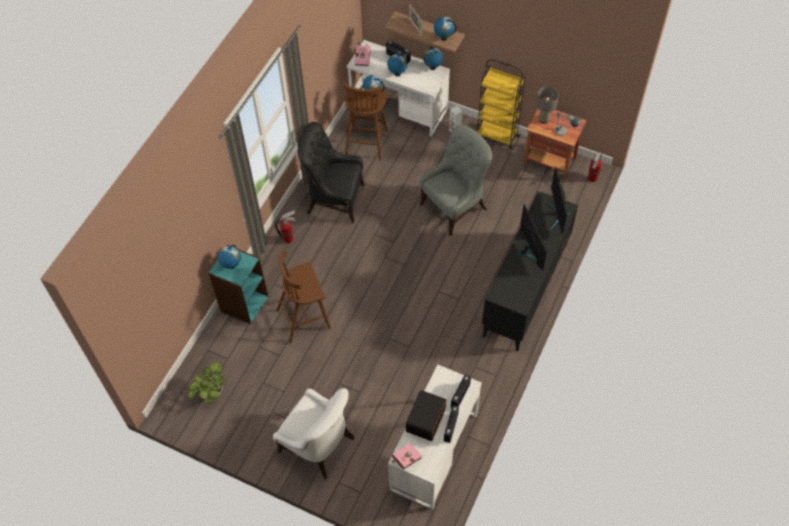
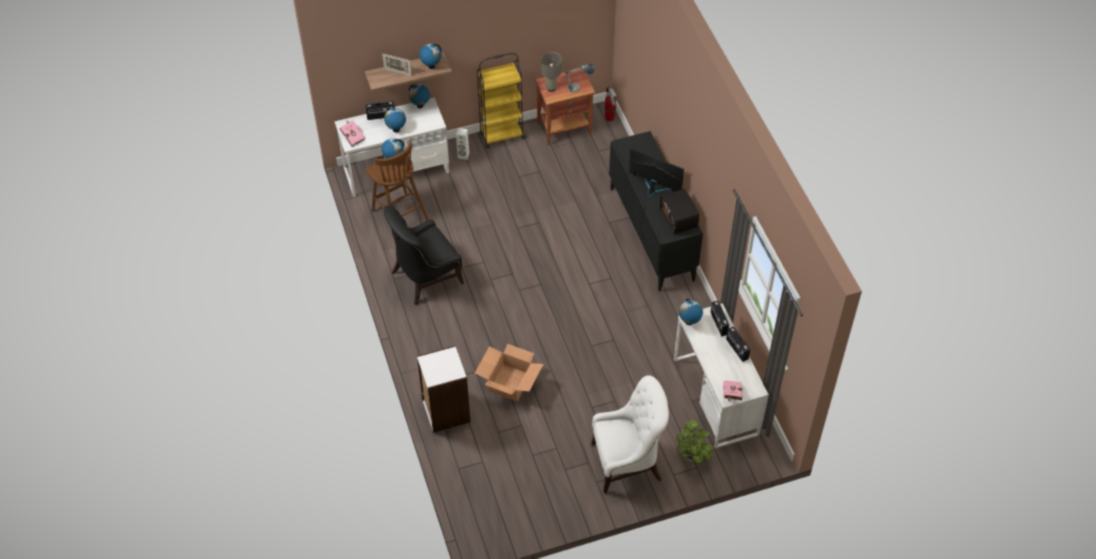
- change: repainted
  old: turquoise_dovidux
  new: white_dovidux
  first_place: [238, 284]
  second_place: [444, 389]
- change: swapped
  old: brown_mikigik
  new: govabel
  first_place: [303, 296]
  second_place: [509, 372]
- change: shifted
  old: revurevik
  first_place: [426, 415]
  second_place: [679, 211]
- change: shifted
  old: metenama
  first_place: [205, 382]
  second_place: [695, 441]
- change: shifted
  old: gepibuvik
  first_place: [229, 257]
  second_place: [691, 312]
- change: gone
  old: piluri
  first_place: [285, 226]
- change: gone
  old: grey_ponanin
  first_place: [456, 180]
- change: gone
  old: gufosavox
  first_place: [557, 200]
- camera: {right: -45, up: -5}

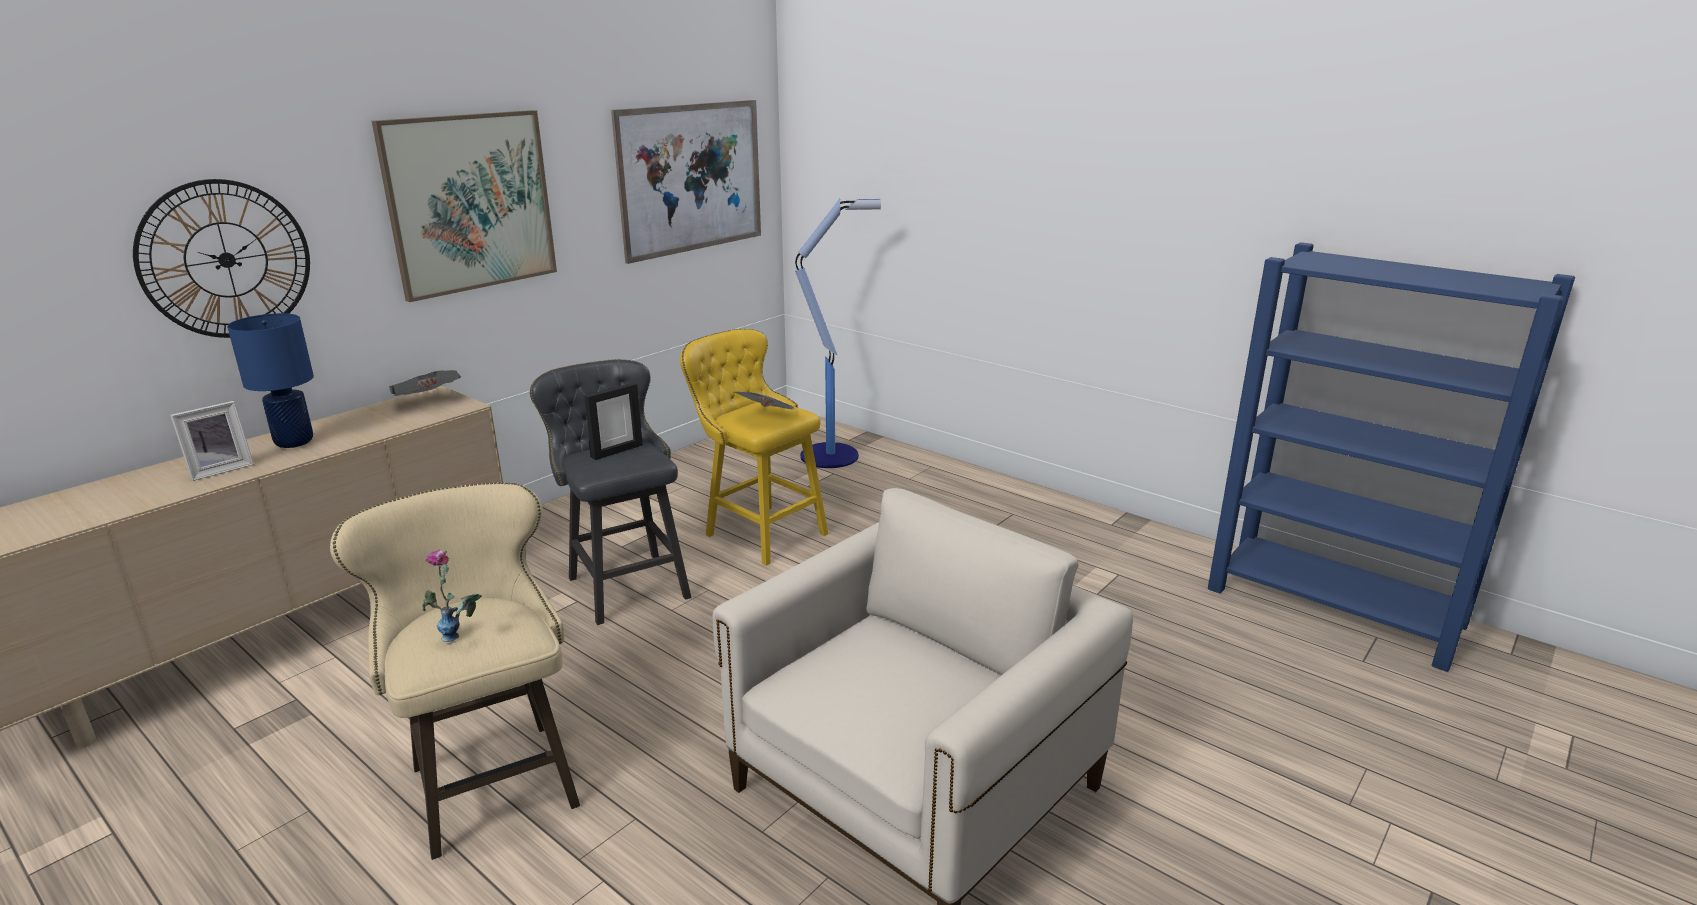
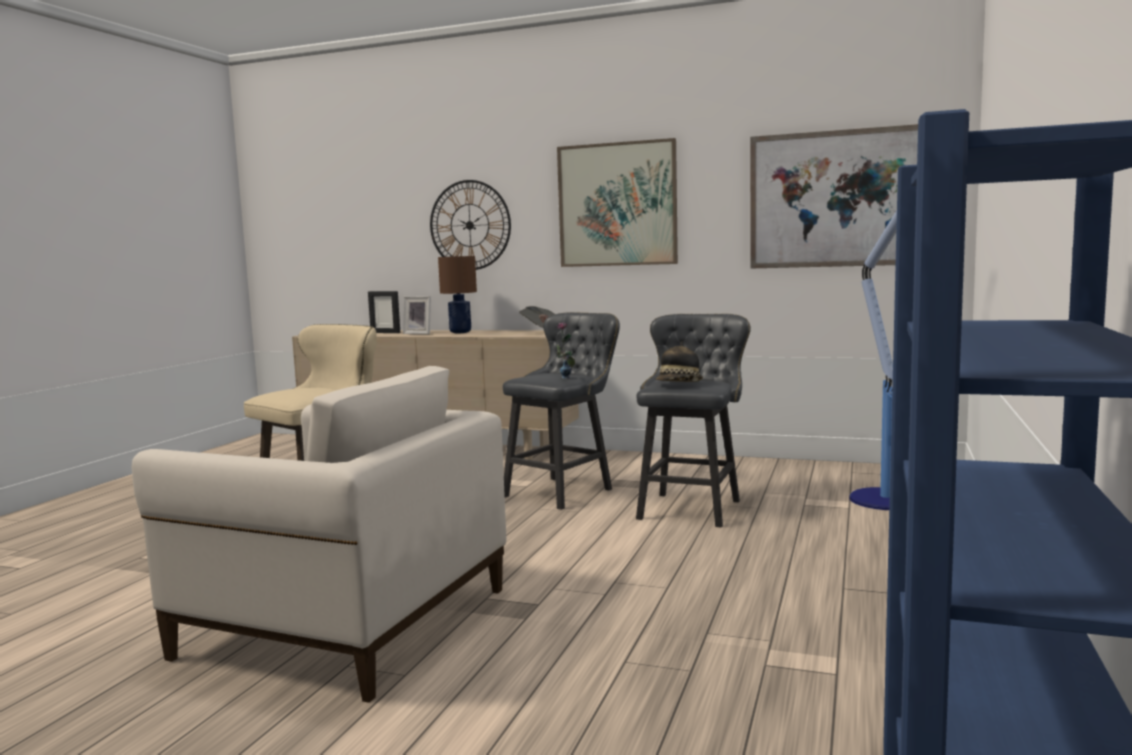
- change: shifted
  old: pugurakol
  first_place: [613, 421]
  second_place: [384, 312]
- change: repainted
  old: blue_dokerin
  new: brown_dokerin
  first_place: [270, 380]
  second_place: [457, 294]
- change: shifted
  old: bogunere
  first_place: [452, 596]
  second_place: [565, 351]
- change: repainted
  old: yellow_mikigik
  new: grey_mikigik
  first_place: [754, 447]
  second_place: [693, 421]
- change: swapped
  old: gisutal
  new: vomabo
  first_place: [764, 400]
  second_place: [679, 361]
- camera: {right: 70, up: -15}

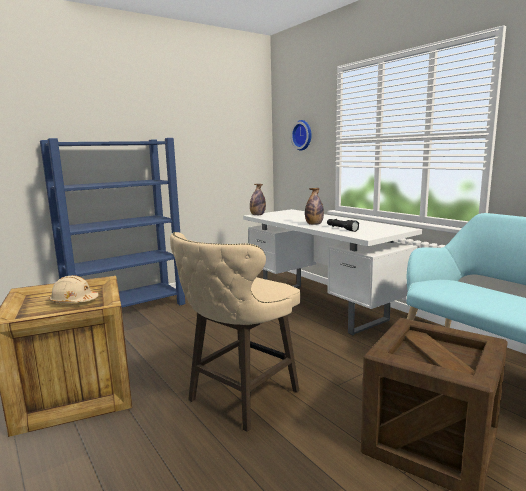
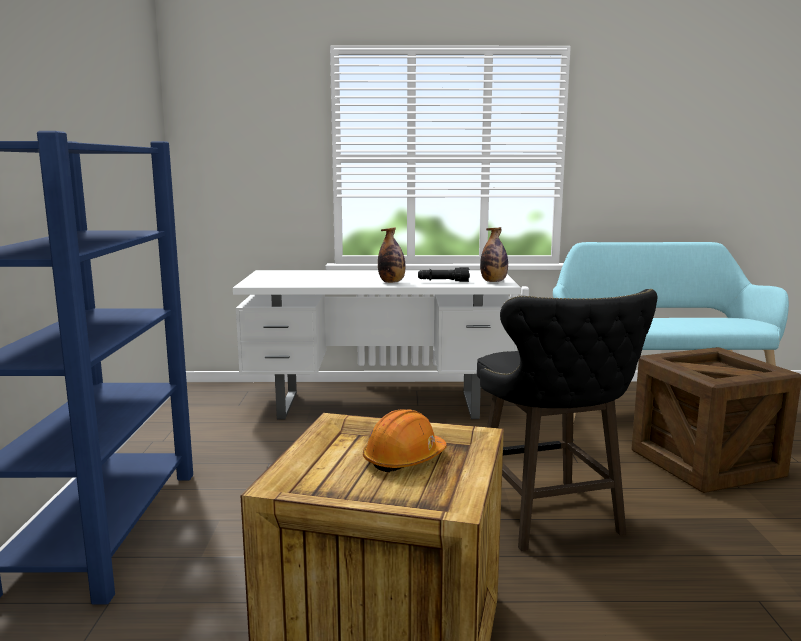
- change: repainted
  old: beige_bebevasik
  new: orange_bebevasik
  first_place: [74, 289]
  second_place: [405, 440]
- change: repainted
  old: beige_mikigik
  new: black_mikigik
  first_place: [235, 332]
  second_place: [567, 420]
- change: shifted
  old: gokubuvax
  first_place: [258, 199]
  second_place: [494, 254]
- change: gone
  old: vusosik
  first_place: [301, 135]
- camera: {right: -55, up: 0}

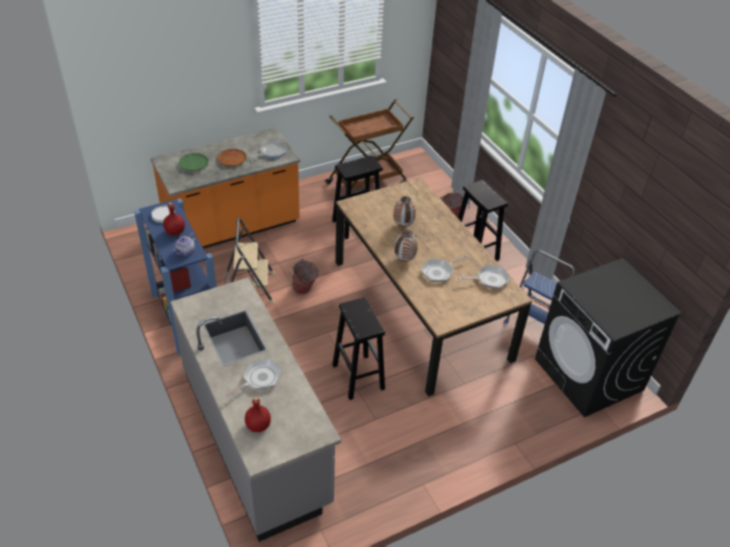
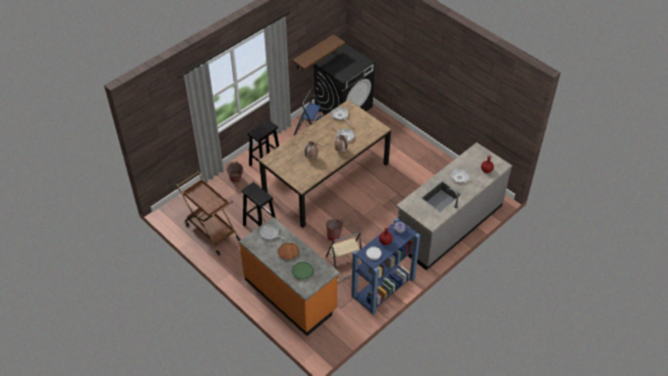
- change: new
  new: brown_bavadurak
  second_place: [319, 52]
- change: gone
  old: black_mikigik
  first_place: [358, 348]
- camera: {right: -105, up: 5}

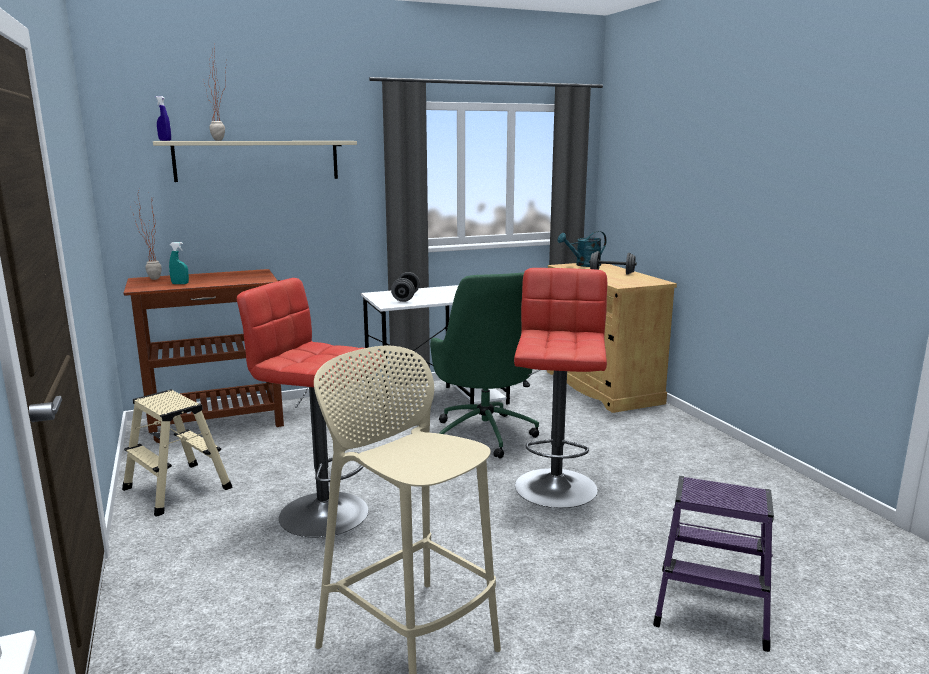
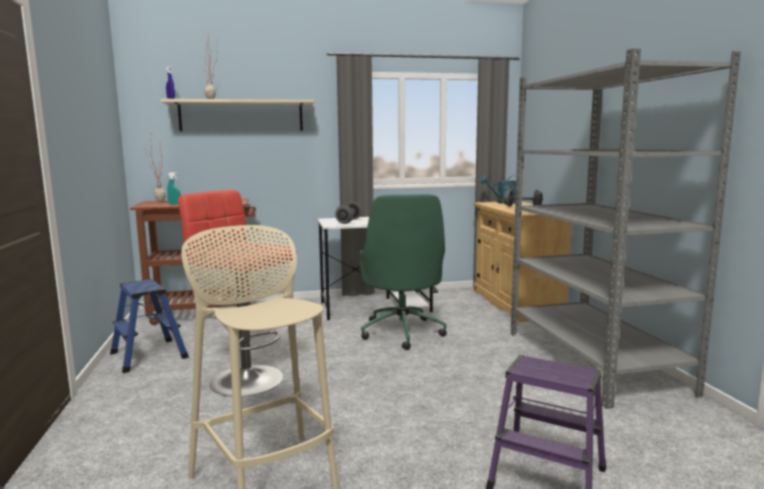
- change: repainted
  old: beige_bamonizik
  new: blue_bamonizik
  first_place: [177, 453]
  second_place: [149, 326]
- change: new
  new: grey_dovidux
  second_place: [626, 229]
- change: gone
  old: red_mikigik
  first_place: [560, 388]
- camera: {right: 10, up: -5}

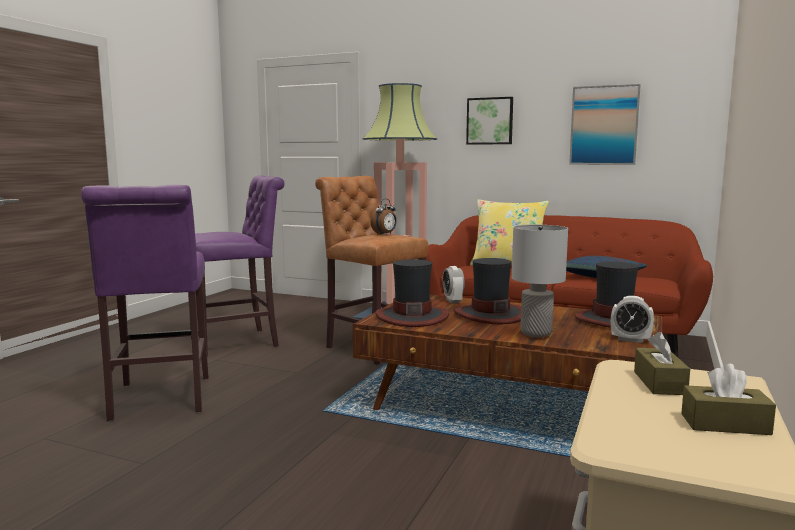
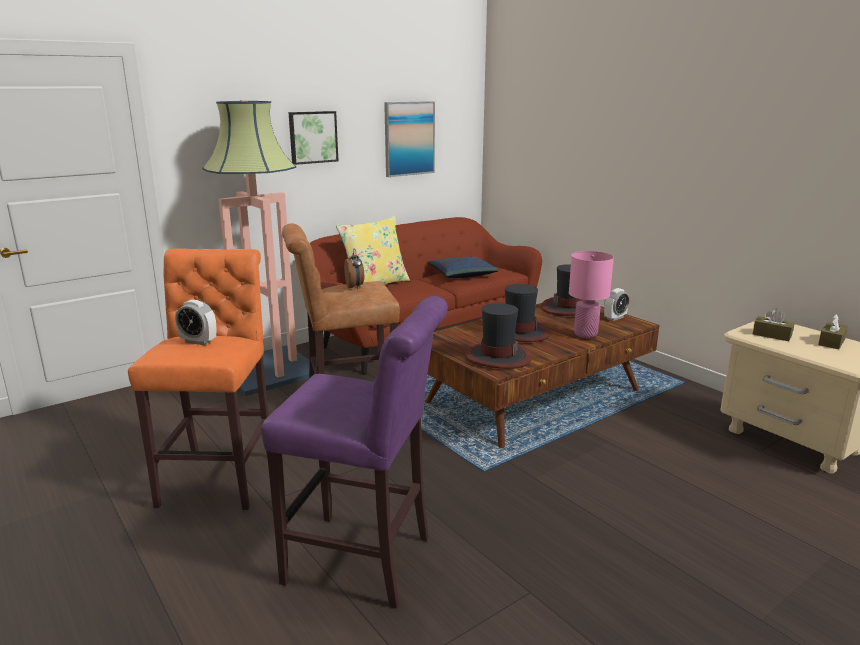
- change: repainted
  old: purple_mikigik
  new: orange_mikigik
  first_place: [236, 266]
  second_place: [198, 379]
- change: shifted
  old: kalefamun
  first_place: [454, 284]
  second_place: [195, 322]
- change: repainted
  old: grey_dokerin
  new: pink_dokerin
  first_place: [540, 281]
  second_place: [591, 294]
- camera: {right: -60, up: 10}

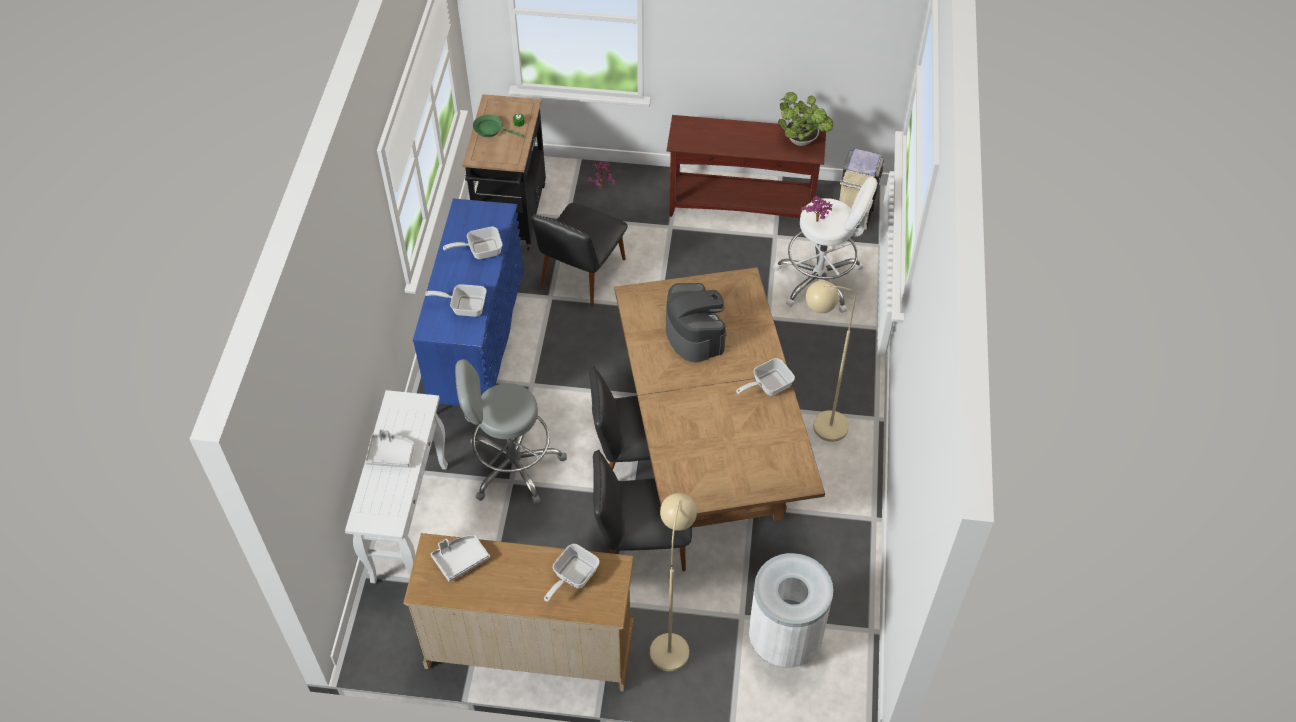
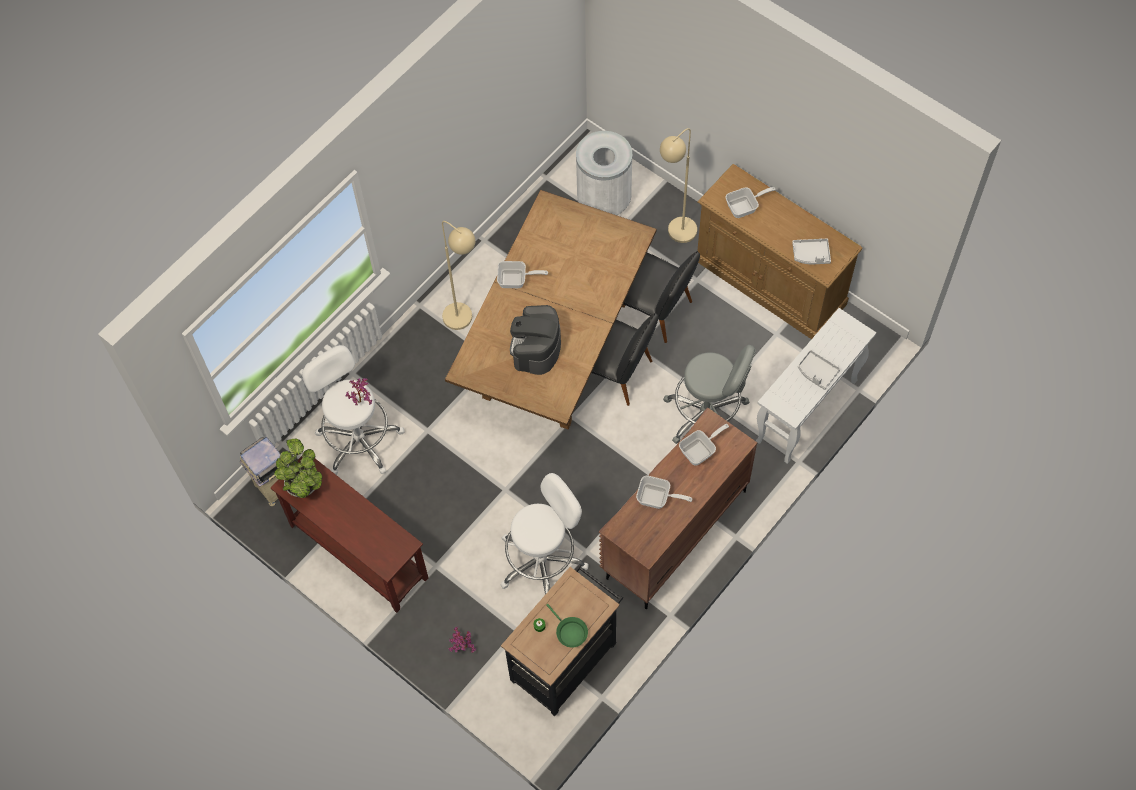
- change: swapped
  old: black_ponanin
  new: white_mikigik
  first_place: [579, 254]
  second_place: [544, 534]
- change: repainted
  old: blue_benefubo
  new: brown_benefubo
  first_place: [468, 302]
  second_place: [678, 508]
- change: rotated
  old: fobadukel
  first_place: [455, 300]
  second_place: [704, 445]
  degrees: -75
- camera: {right: -145, up: 10}

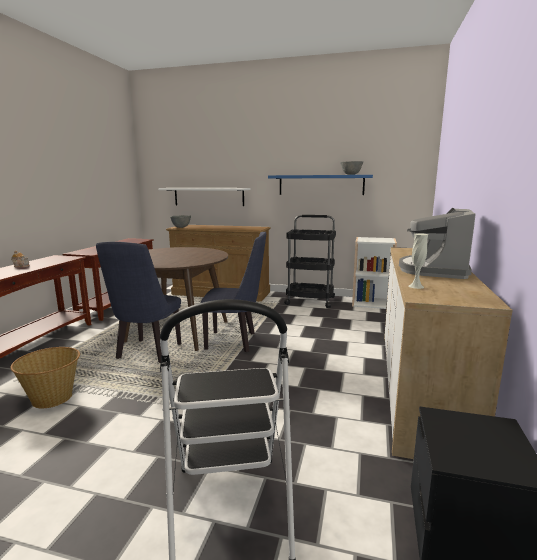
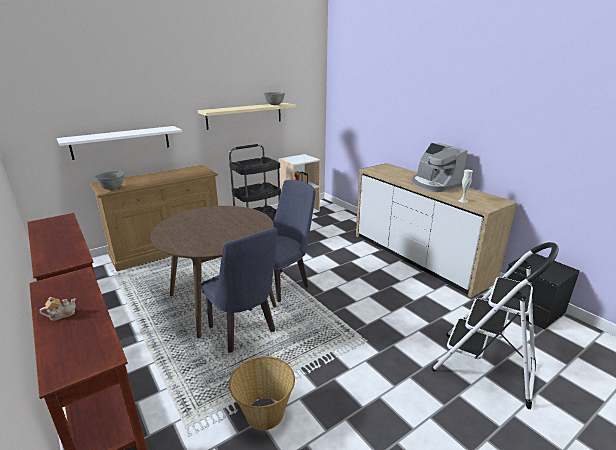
- change: repainted
  old: blue_bavadurak
  new: beige_bavadurak
  first_place: [320, 185]
  second_place: [247, 116]
- camera: {right: -50, up: 10}

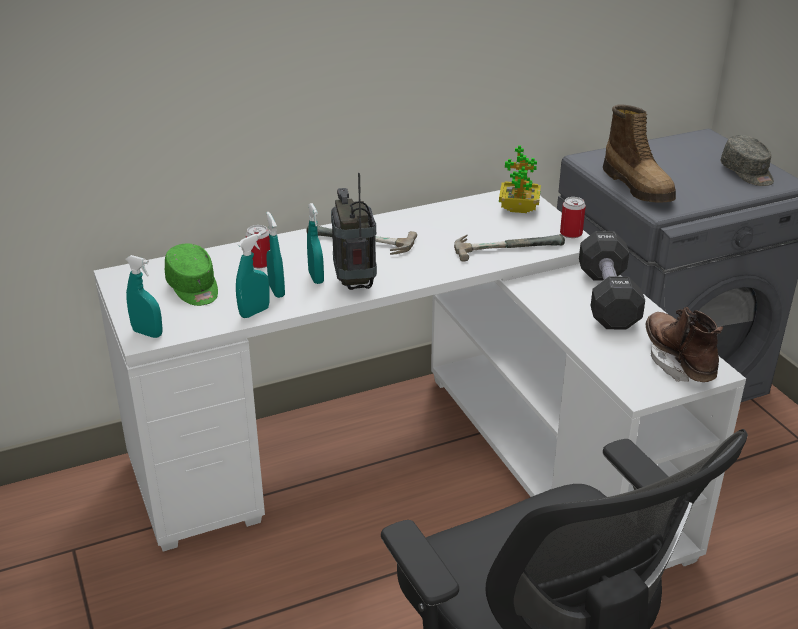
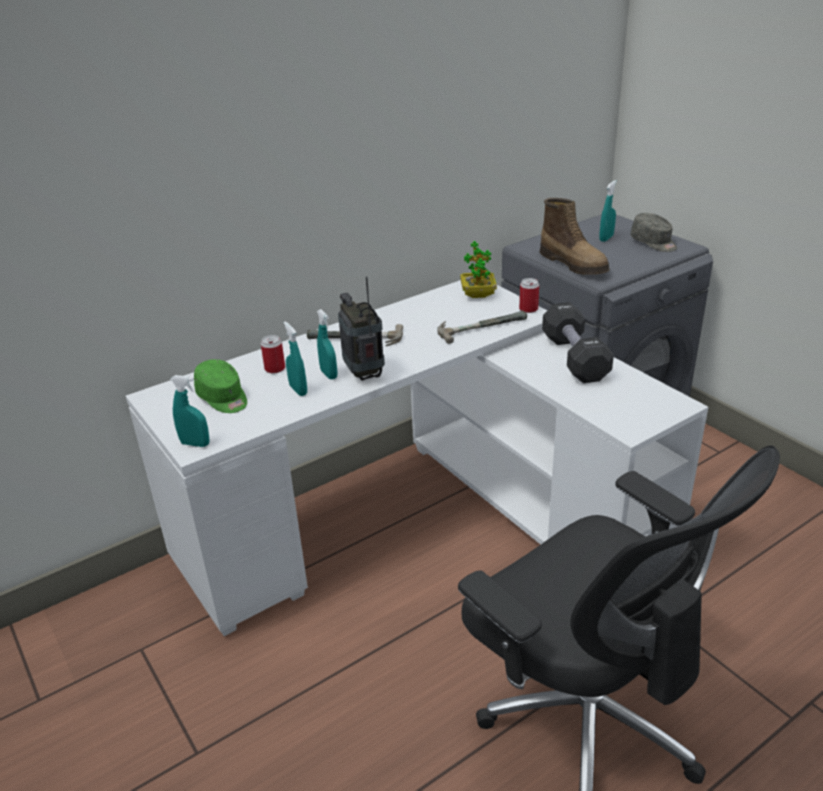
- change: shifted
  old: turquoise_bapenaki
  first_place: [253, 275]
  second_place: [608, 211]
- change: gone
  old: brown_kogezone
  first_place: [684, 344]
- camera: {right: -10, up: 0}

